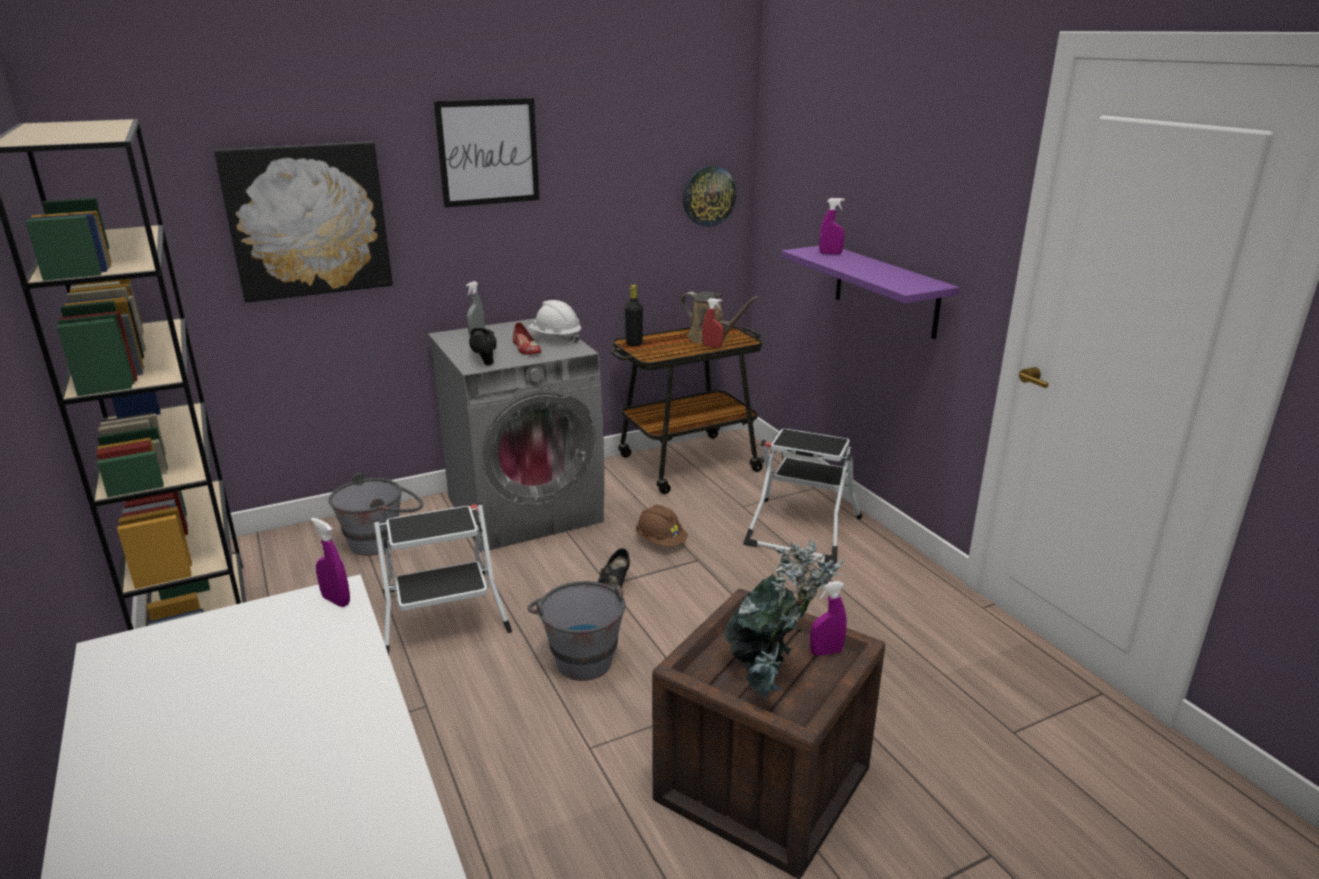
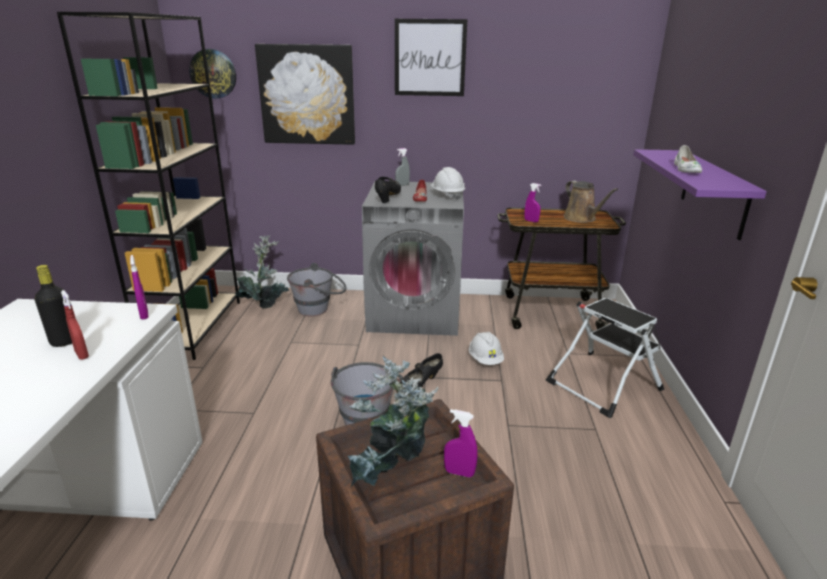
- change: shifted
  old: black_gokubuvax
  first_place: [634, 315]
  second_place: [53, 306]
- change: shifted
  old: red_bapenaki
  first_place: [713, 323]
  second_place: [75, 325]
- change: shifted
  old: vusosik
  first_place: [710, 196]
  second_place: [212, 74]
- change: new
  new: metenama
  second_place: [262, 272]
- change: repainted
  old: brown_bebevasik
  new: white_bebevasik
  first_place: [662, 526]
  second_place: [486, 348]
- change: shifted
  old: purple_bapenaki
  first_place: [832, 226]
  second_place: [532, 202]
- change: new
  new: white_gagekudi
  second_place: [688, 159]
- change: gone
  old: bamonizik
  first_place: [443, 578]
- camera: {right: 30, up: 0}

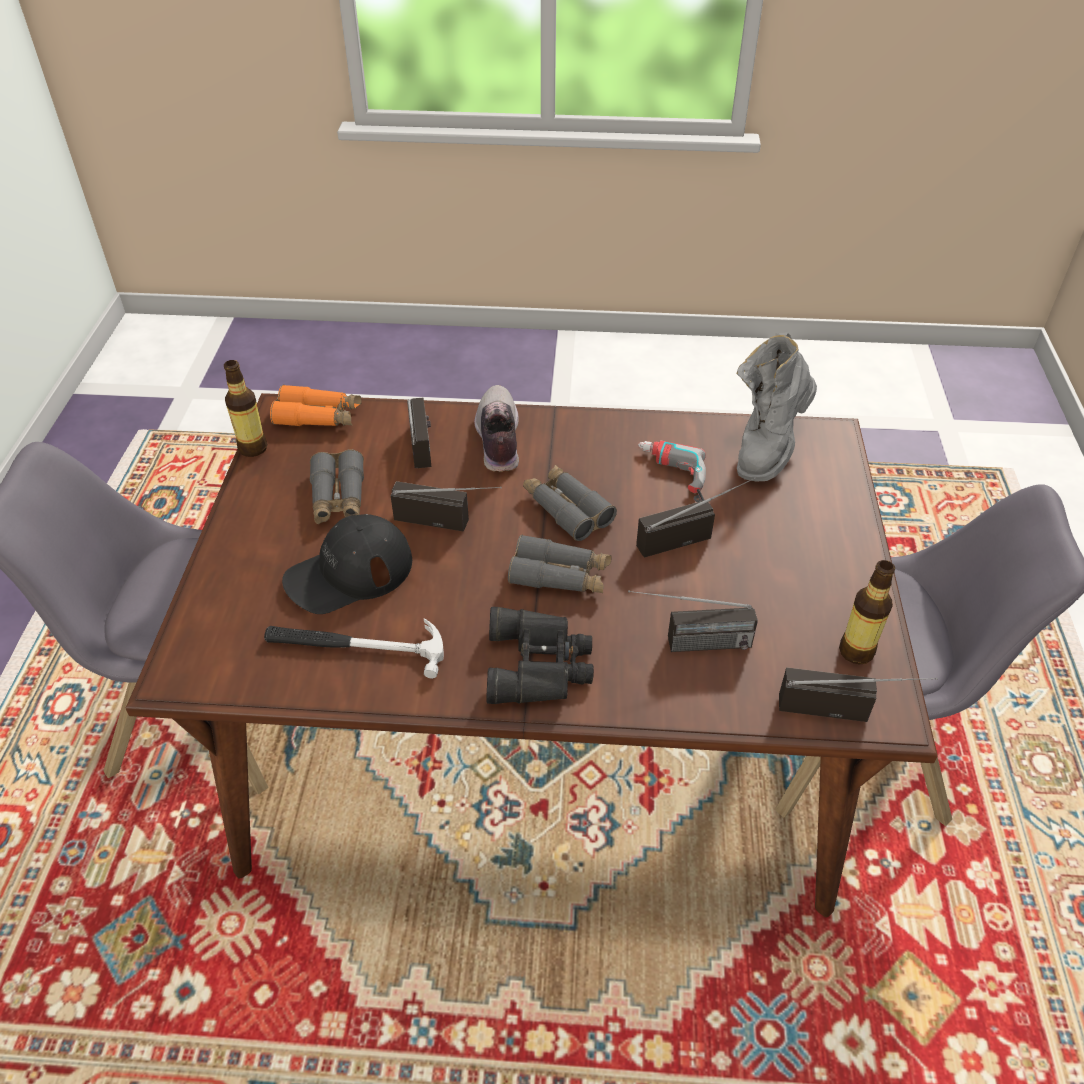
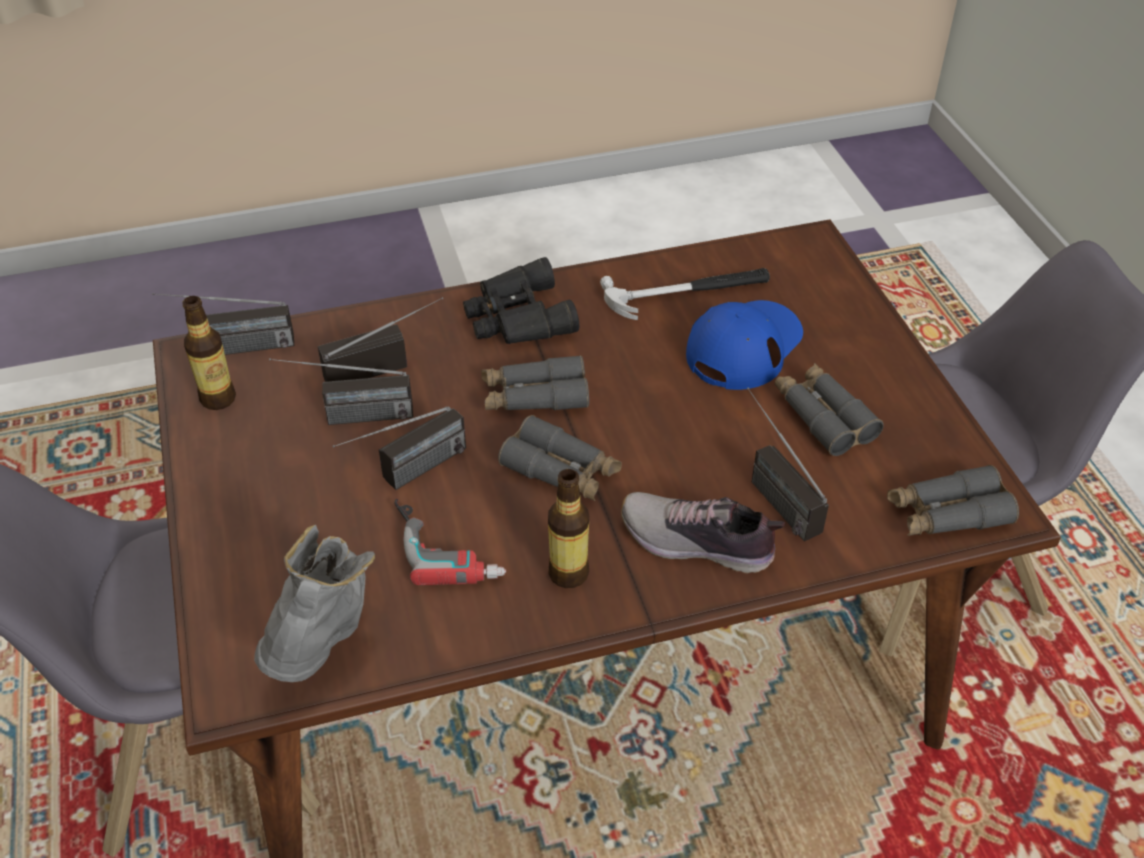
- change: shifted
  old: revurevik
  first_place: [446, 506]
  second_place: [341, 391]
- change: shifted
  old: gokubuvax
  first_place: [245, 408]
  second_place: [568, 528]
- change: rotated
  old: gagekudi
  first_place: [496, 428]
  second_place: [703, 532]
  degrees: 135
- change: repainted
  old: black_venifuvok
  new: blue_venifuvok
  first_place: [347, 564]
  second_place: [744, 345]
- change: repainted
  old: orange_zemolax
  new: grey_zemolax
  first_place: [315, 405]
  second_place: [953, 500]
- camera: {right: 160, up: 0}

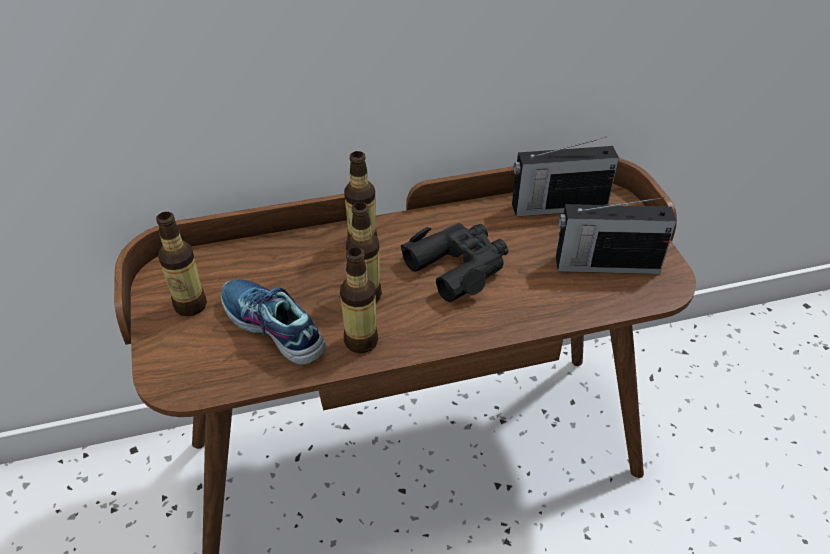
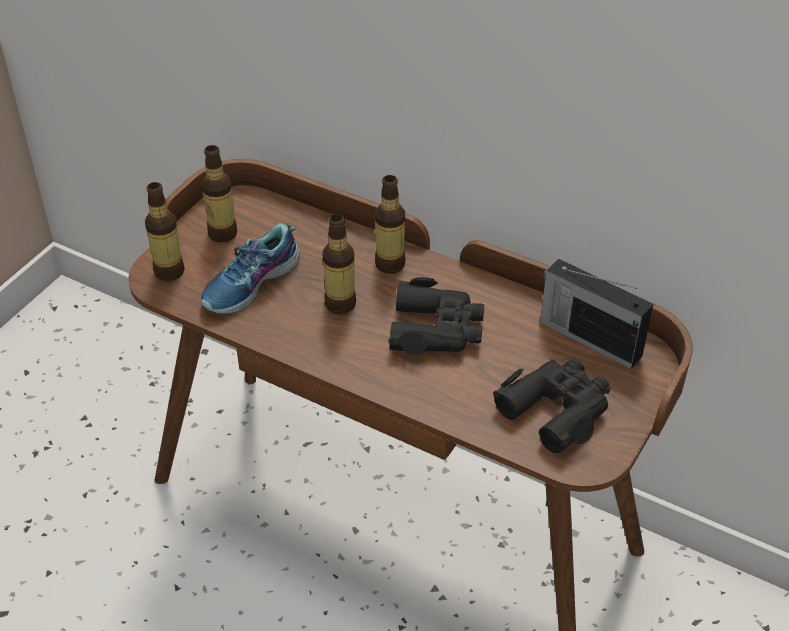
- change: shifted
  old: gokubuvax
  first_place: [359, 300]
  second_place: [165, 231]
- change: rotated
  old: gagekudi
  first_place: [273, 322]
  second_place: [250, 268]
  degrees: -135
- change: swapped
  old: revurevik
  new: black_zemolax
  first_place: [616, 235]
  second_place: [552, 406]
- camera: {right: 45, up: 0}

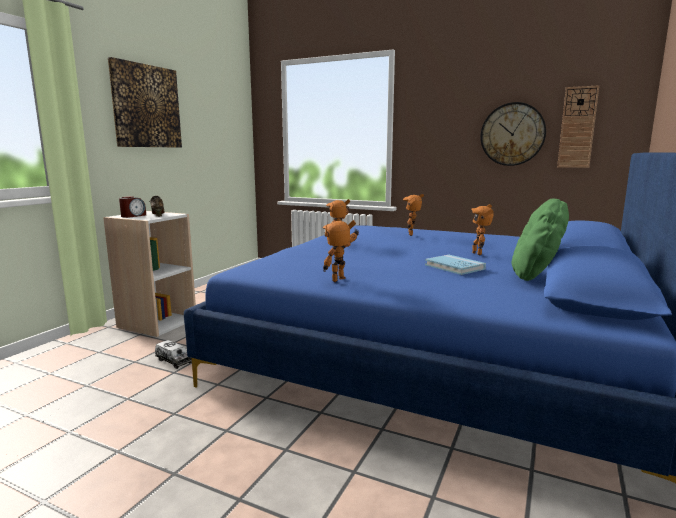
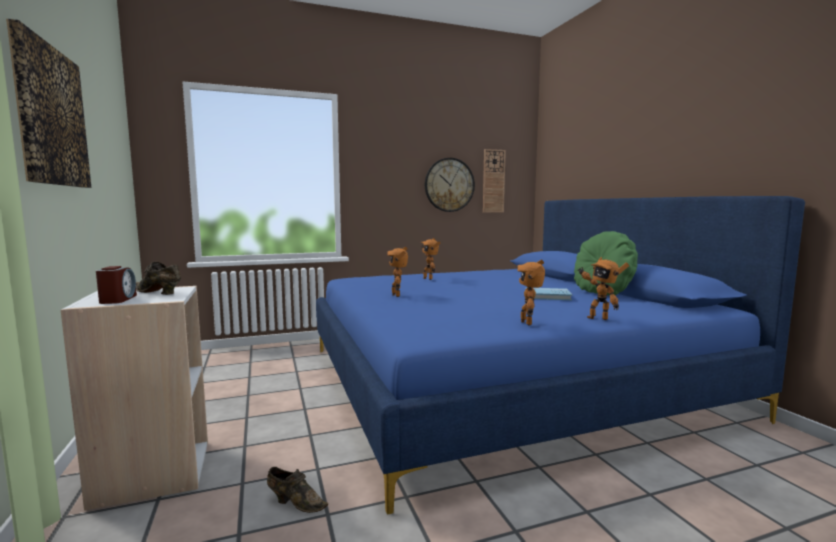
- change: swapped
  old: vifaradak
  new: brown_gagekudi
  first_place: [173, 354]
  second_place: [297, 490]
- change: shifted
  old: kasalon
  first_place: [482, 229]
  second_place: [603, 288]
- camera: {right: -45, up: -5}

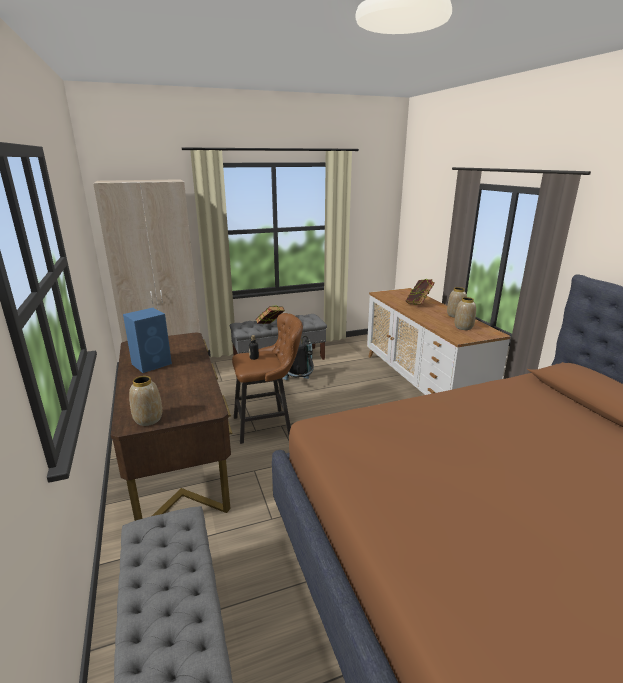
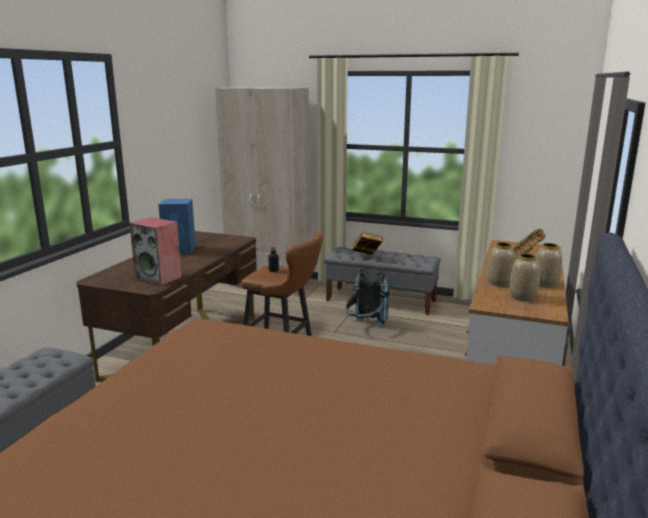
- change: new
  new: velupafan
  second_place: [155, 251]
- change: shifted
  old: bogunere
  first_place: [145, 401]
  second_place: [501, 264]
- camera: {right: 40, up: -5}

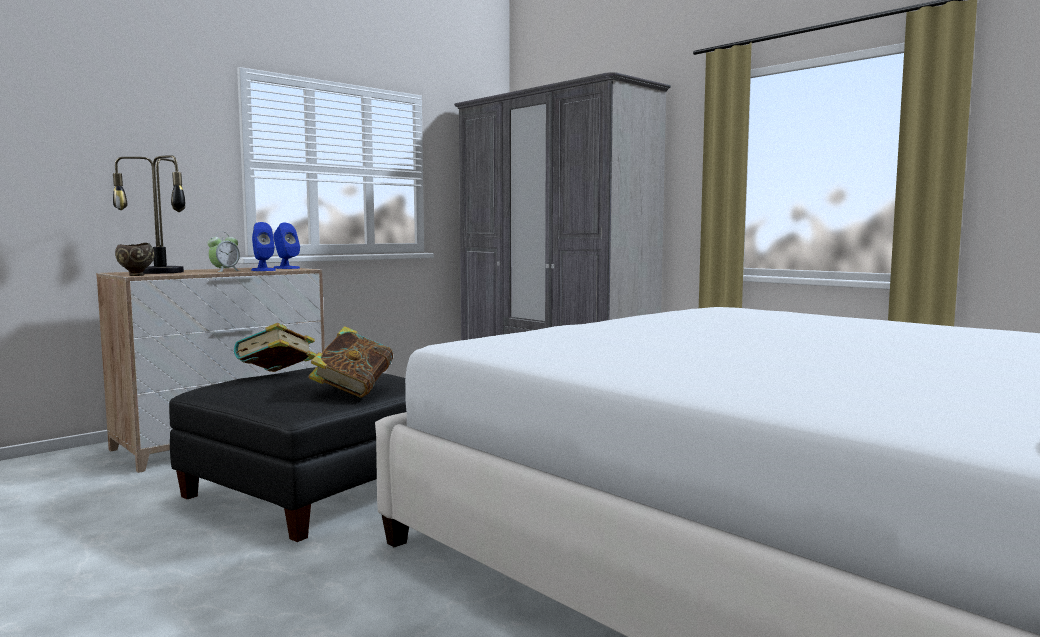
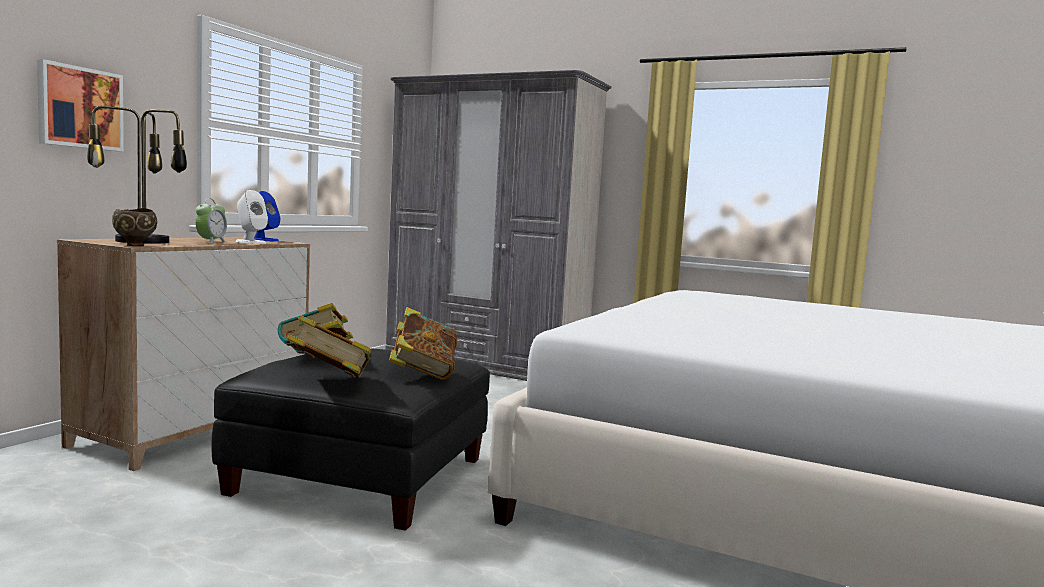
- change: new
  new: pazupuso
  second_place: [80, 105]
- change: repainted
  old: blue_velupafan
  new: white_velupafan
  first_place: [263, 246]
  second_place: [251, 217]
- change: new
  new: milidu
  second_place: [329, 346]
- camera: {right: -20, up: 0}

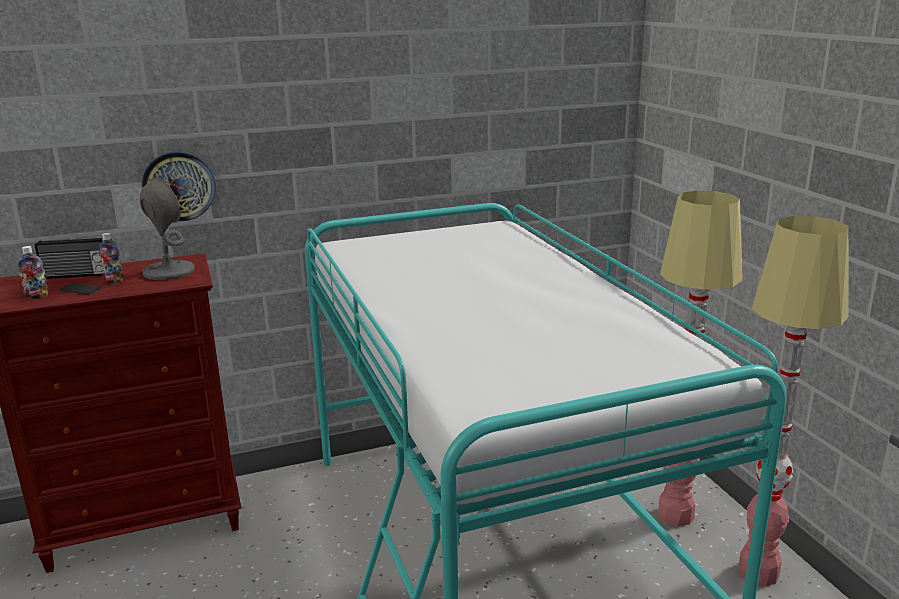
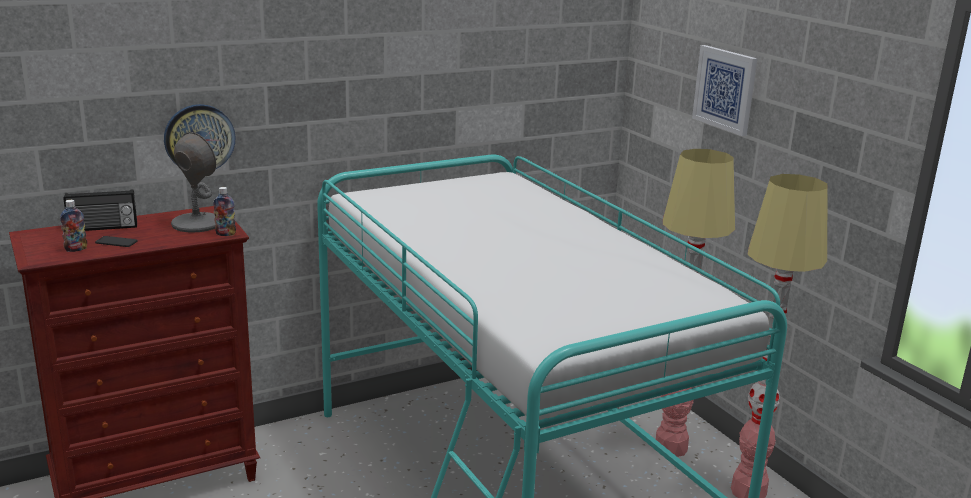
- change: shifted
  old: gokubuvax
  first_place: [111, 258]
  second_place: [224, 211]
- change: new
  new: pazupuso
  second_place: [724, 90]
- camera: {right: -10, up: 0}

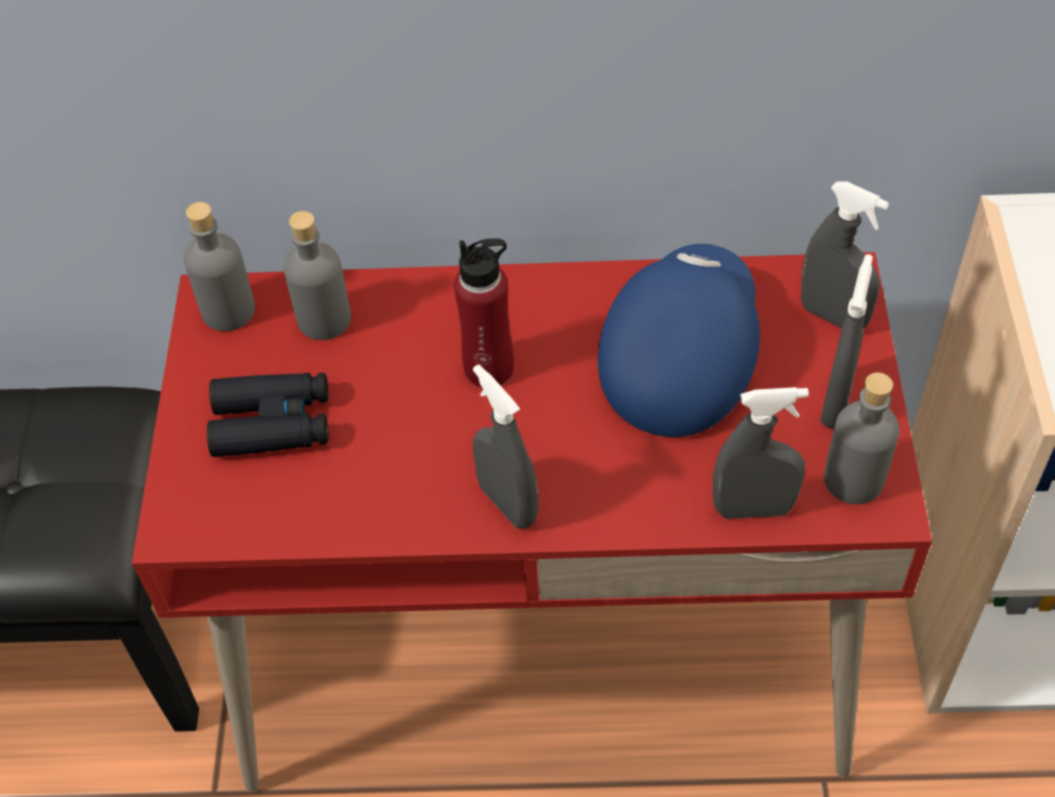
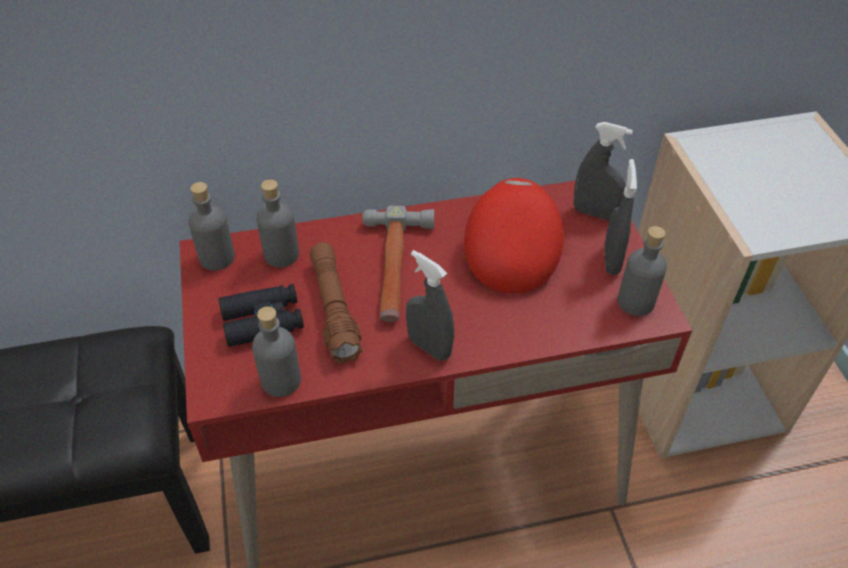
- change: new
  new: grey_gokubuvax
  second_place: [276, 351]
- change: new
  new: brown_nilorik
  second_place: [336, 303]
- change: swapped
  old: red_gokubuvax
  new: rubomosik
  first_place: [484, 312]
  second_place: [398, 264]
- change: repainted
  old: blue_venifuvok
  new: red_venifuvok
  first_place: [679, 340]
  second_place: [514, 236]
- change: gone
  old: grey_bapenaki
  first_place: [761, 453]
- camera: {right: -15, up: -5}

